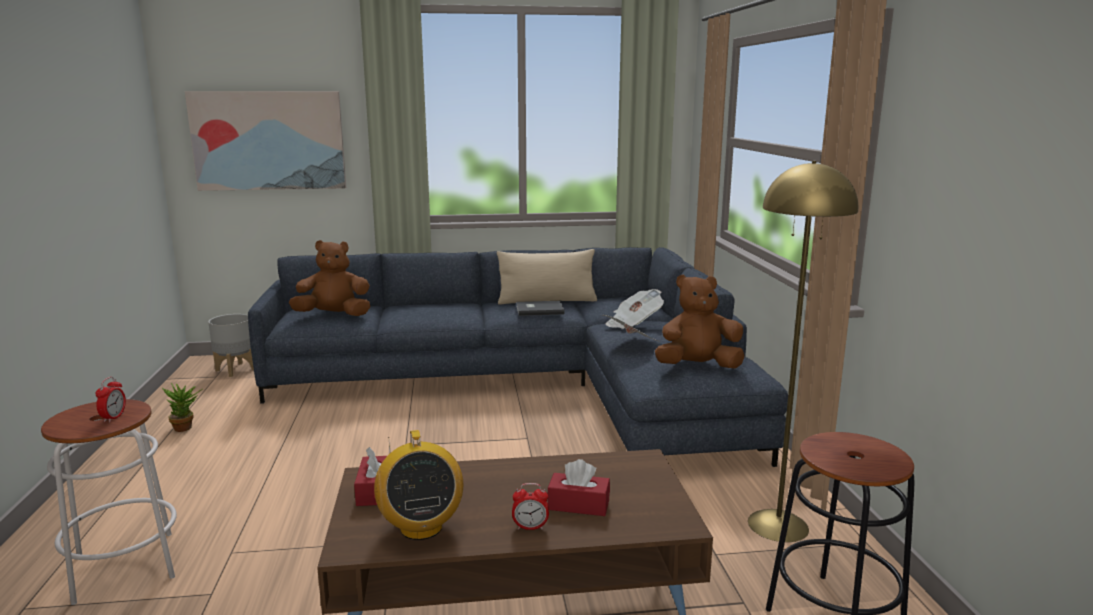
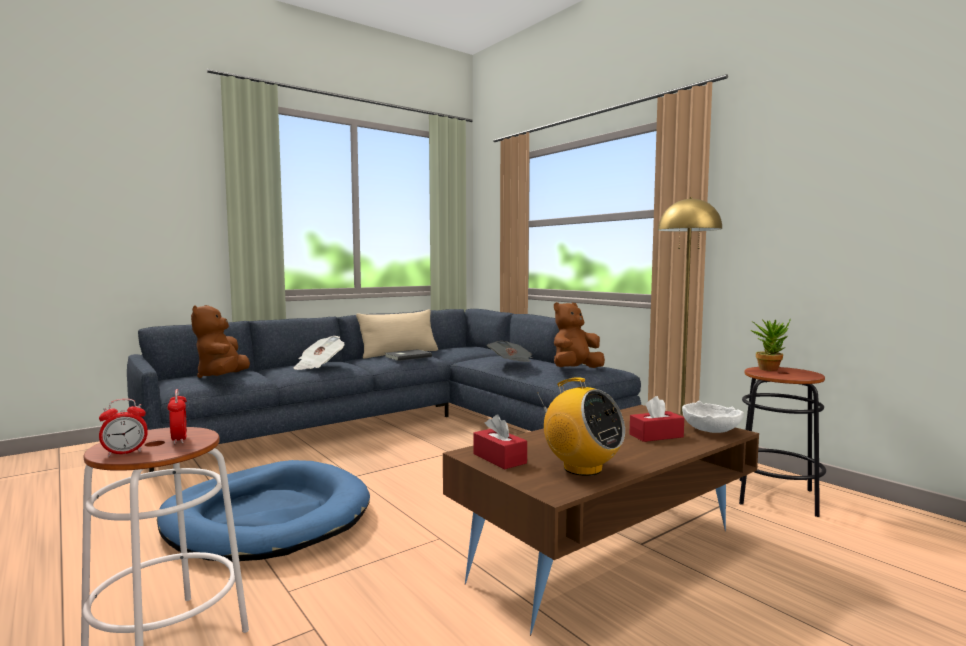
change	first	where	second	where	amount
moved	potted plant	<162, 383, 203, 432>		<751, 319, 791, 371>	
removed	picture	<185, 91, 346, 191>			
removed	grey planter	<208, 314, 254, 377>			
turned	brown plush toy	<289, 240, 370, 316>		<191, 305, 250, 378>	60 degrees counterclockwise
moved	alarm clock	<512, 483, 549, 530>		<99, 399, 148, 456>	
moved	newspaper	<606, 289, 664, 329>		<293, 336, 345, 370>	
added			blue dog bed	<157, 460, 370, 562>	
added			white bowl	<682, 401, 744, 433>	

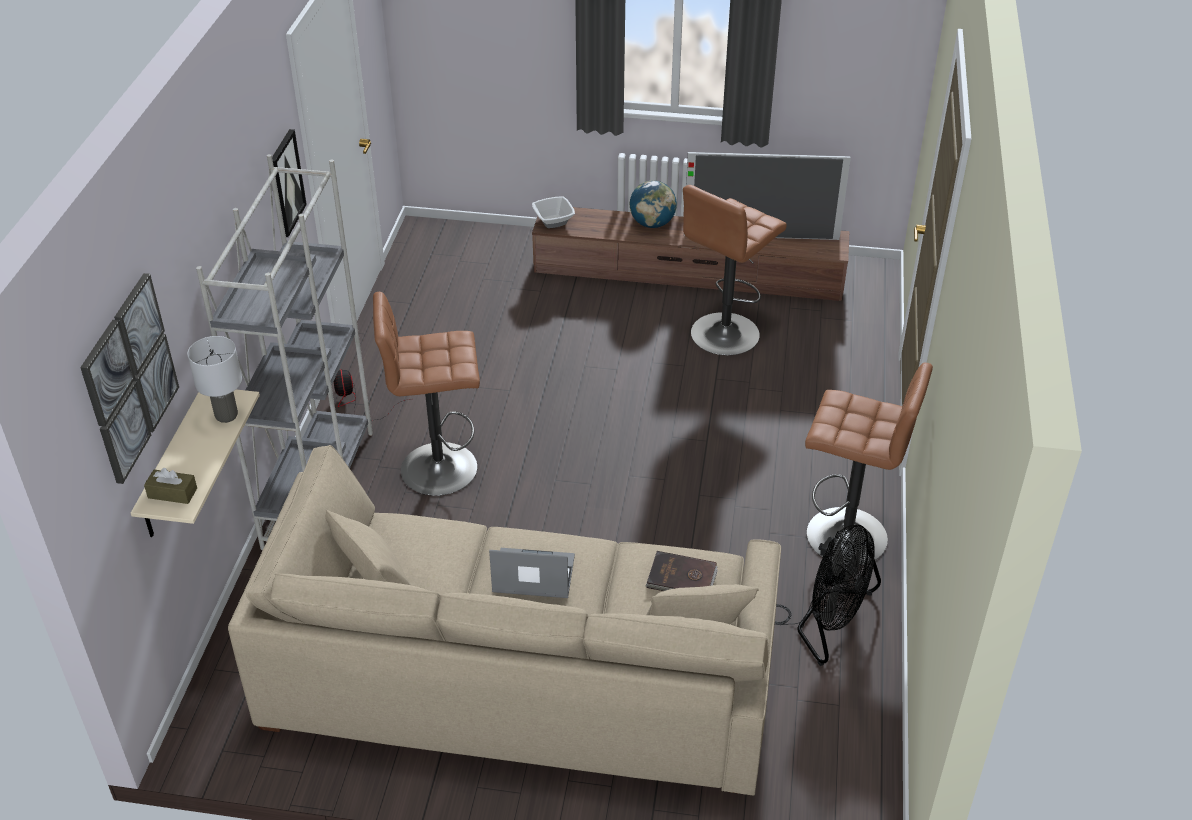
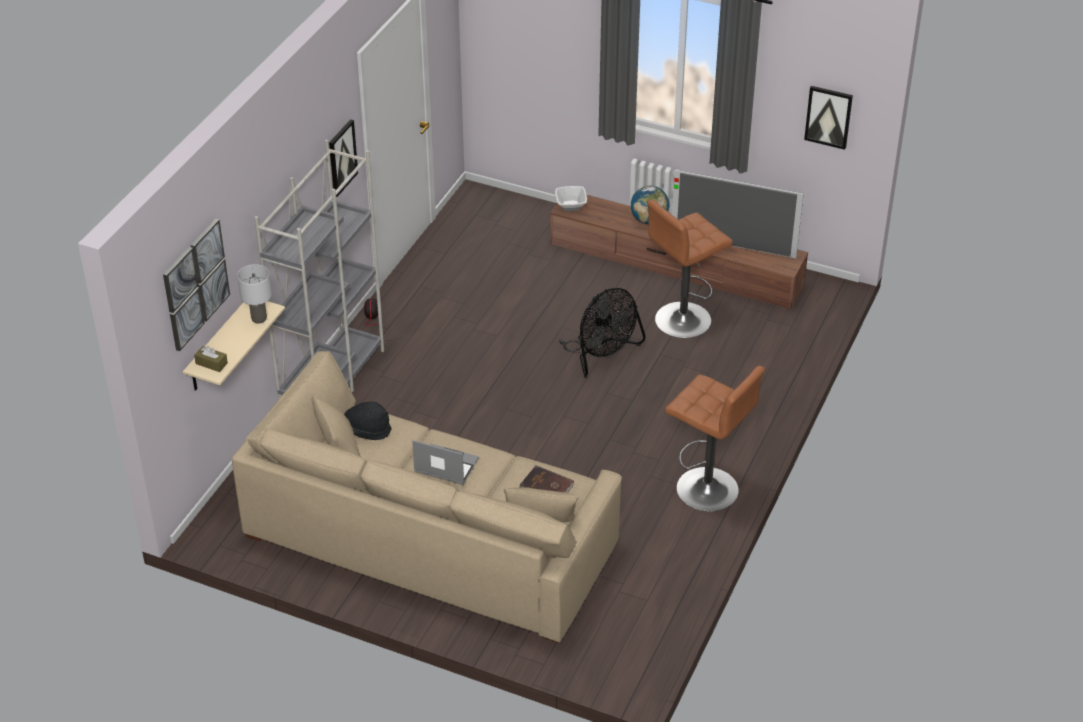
change	first	where	second	where	amount
removed	brown stool	<373, 292, 480, 496>			
moved	black fan	<775, 525, 881, 666>		<559, 288, 646, 378>	
added			black hat	<344, 401, 392, 440>	
added			picture	<804, 86, 853, 150>	

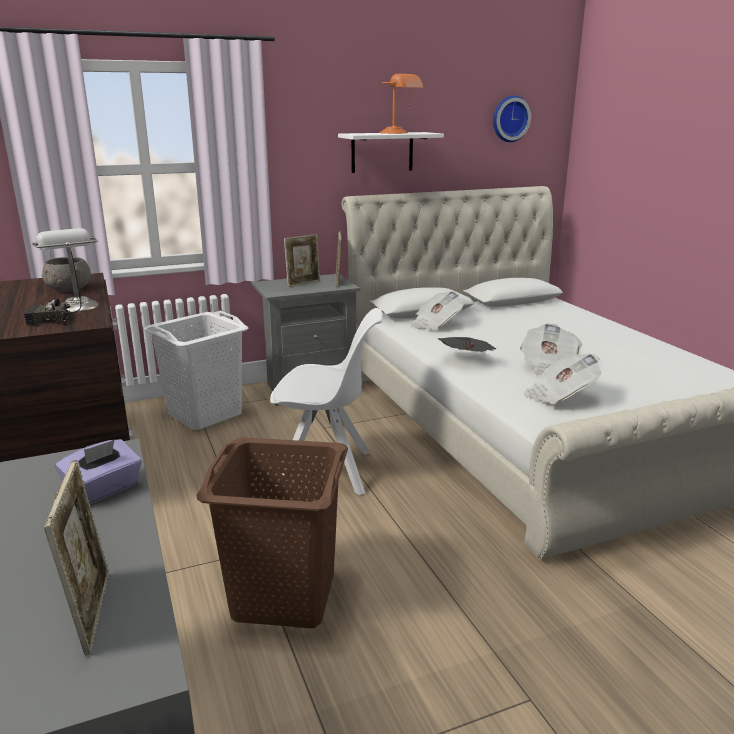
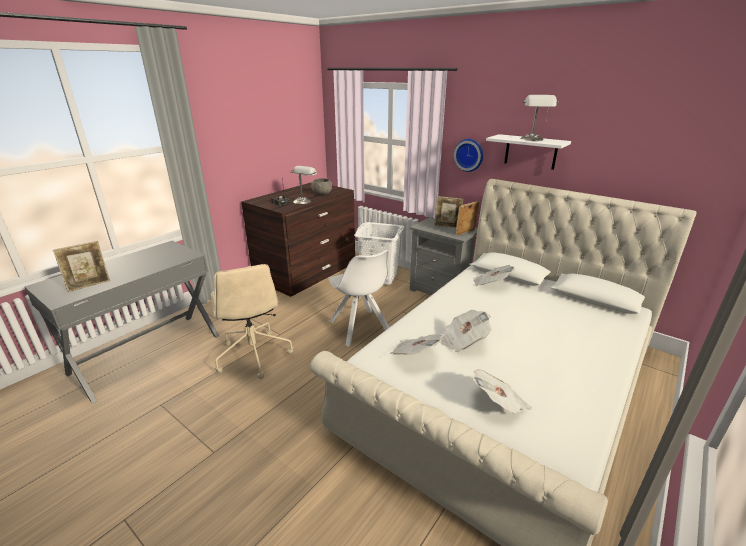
change	first	where	second	where	amount
removed	purple tissue box	<55, 439, 142, 504>			
replaced	brown laundry basket	<196, 437, 348, 628>	beige office chair	<211, 264, 293, 379>	
recoloured	orange table lamp	<380, 74, 423, 134>	white table lamp	<521, 95, 559, 141>	
moved	newspaper	<437, 337, 496, 352>		<472, 369, 532, 414>	
moved	wall clock	<493, 96, 531, 142>		<454, 139, 483, 172>	

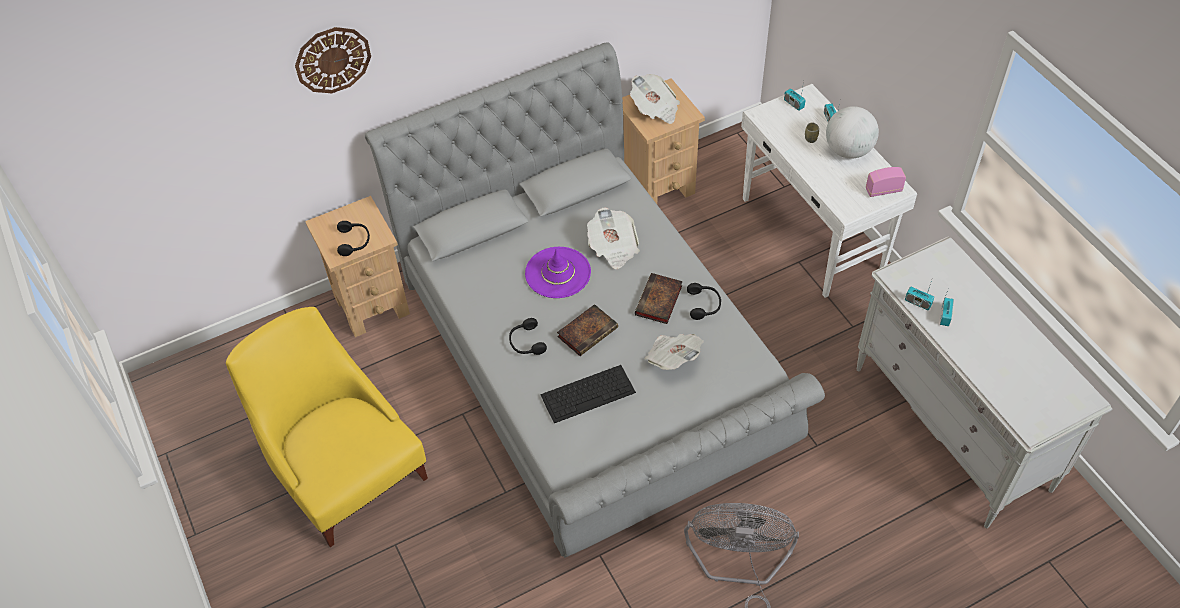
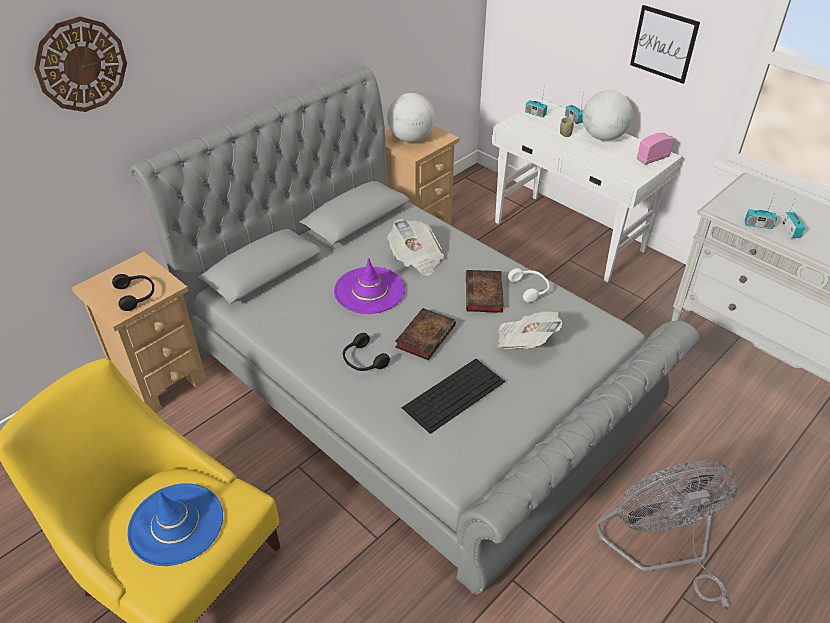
change	first	where	second	where	amount
replaced	newspaper	<630, 74, 680, 124>	globe	<387, 93, 435, 142>	
recoloured	black headphones	<687, 283, 721, 320>	white headphones	<508, 268, 550, 303>	
added			blue hat	<128, 483, 223, 566>	
added			picture	<630, 5, 700, 84>	

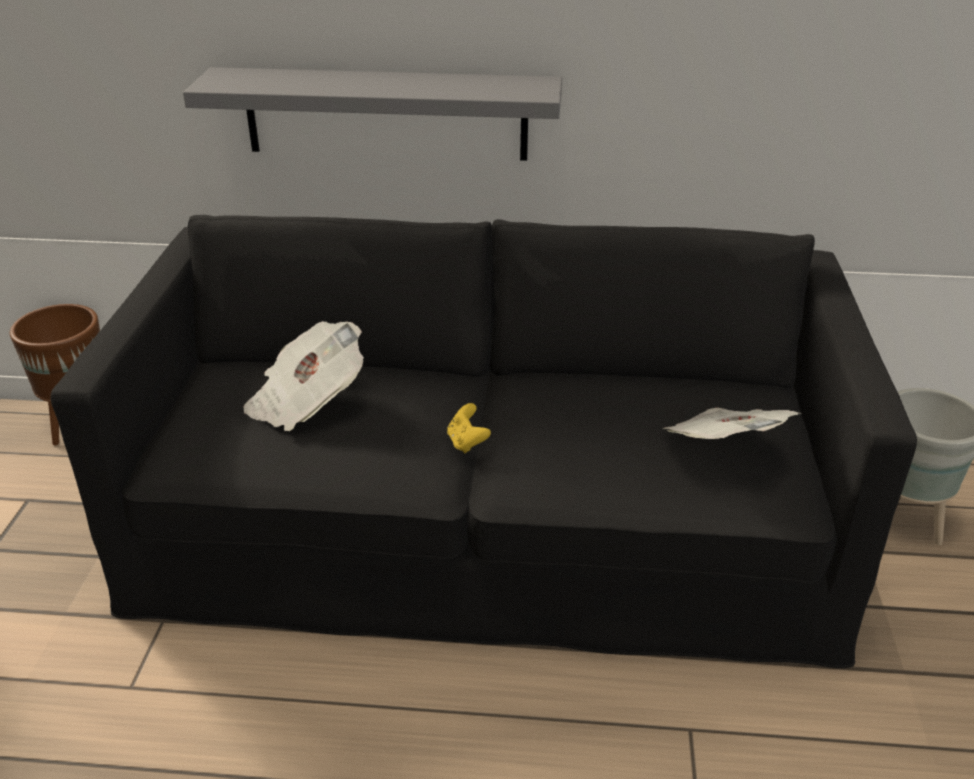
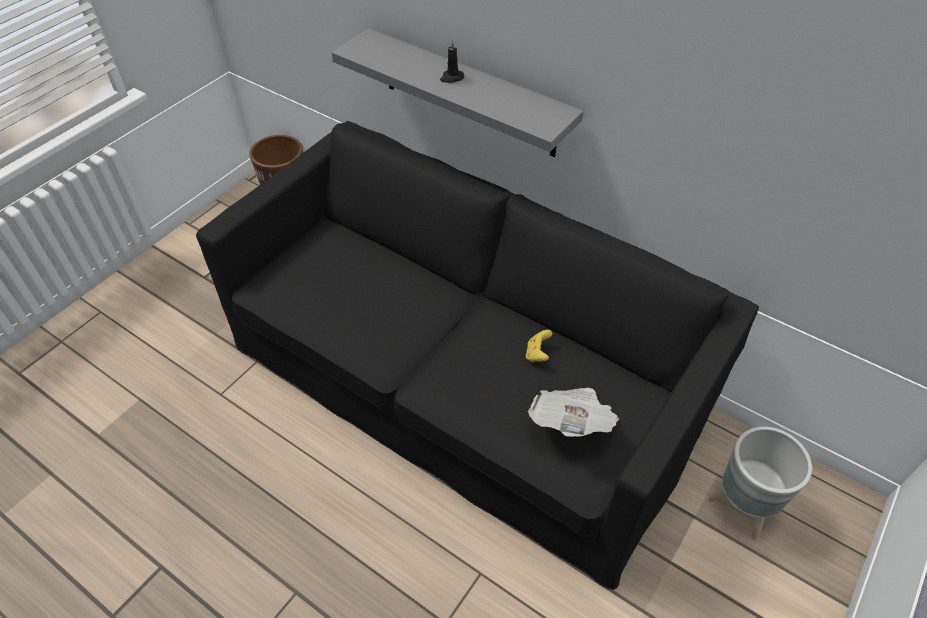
change	first	where	second	where	amount
removed	newspaper	<244, 321, 364, 431>			
moved	yellow game controller	<447, 403, 491, 453>		<526, 330, 553, 362>	
added			black candle	<440, 41, 464, 83>	

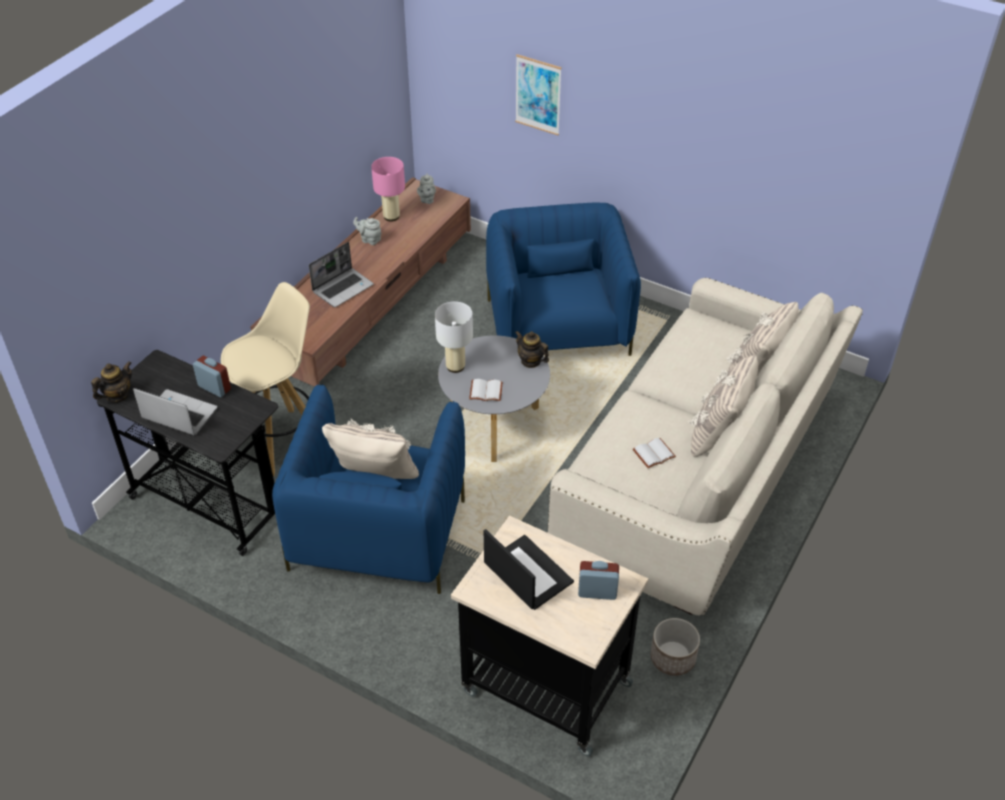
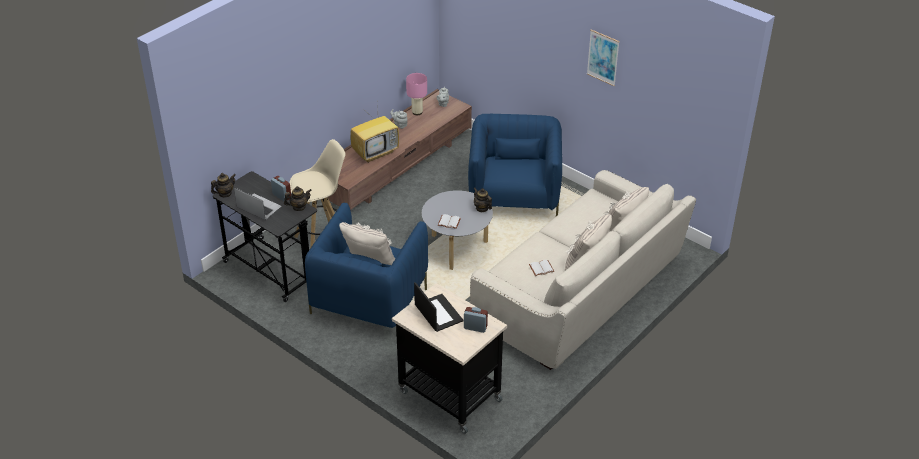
change	first	where	second	where	amount
replaced	laptop	<309, 242, 374, 307>	television	<350, 102, 399, 163>	
removed	white table lamp	<435, 301, 473, 373>			
moved	picture	<515, 54, 562, 135>		<587, 29, 620, 86>	
removed	planter	<651, 618, 700, 676>			
added			teapot	<284, 186, 312, 211>	

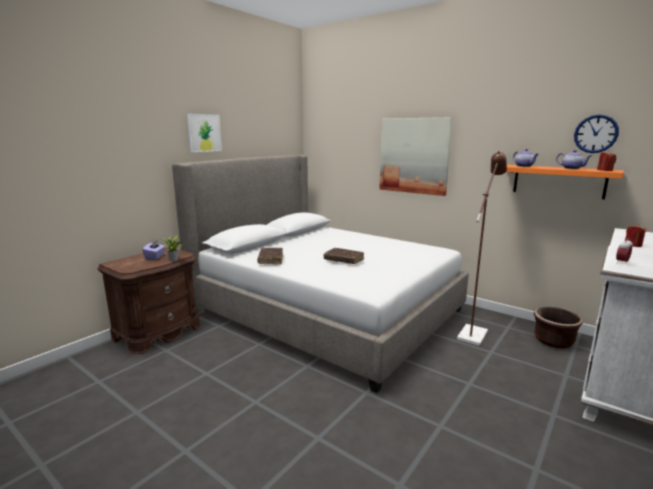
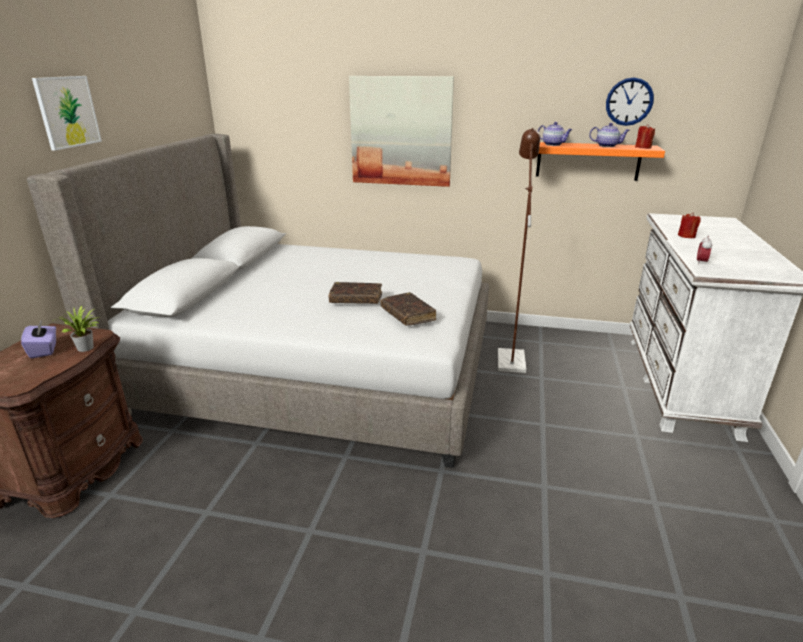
change	first	where	second	where	amount
moved	brown book	<257, 248, 283, 264>		<380, 292, 436, 326>	
removed	brown planter	<534, 307, 582, 348>			

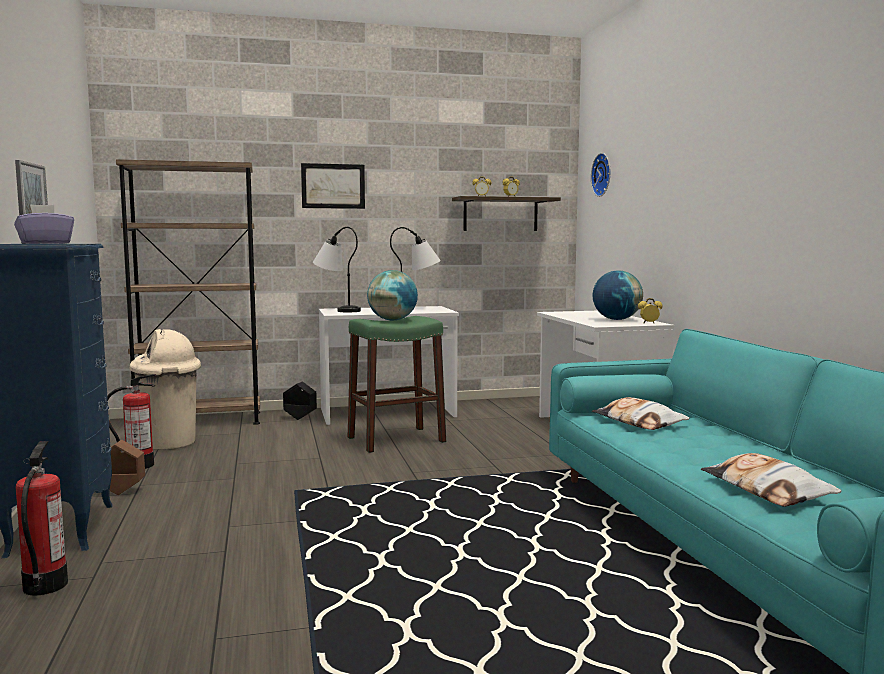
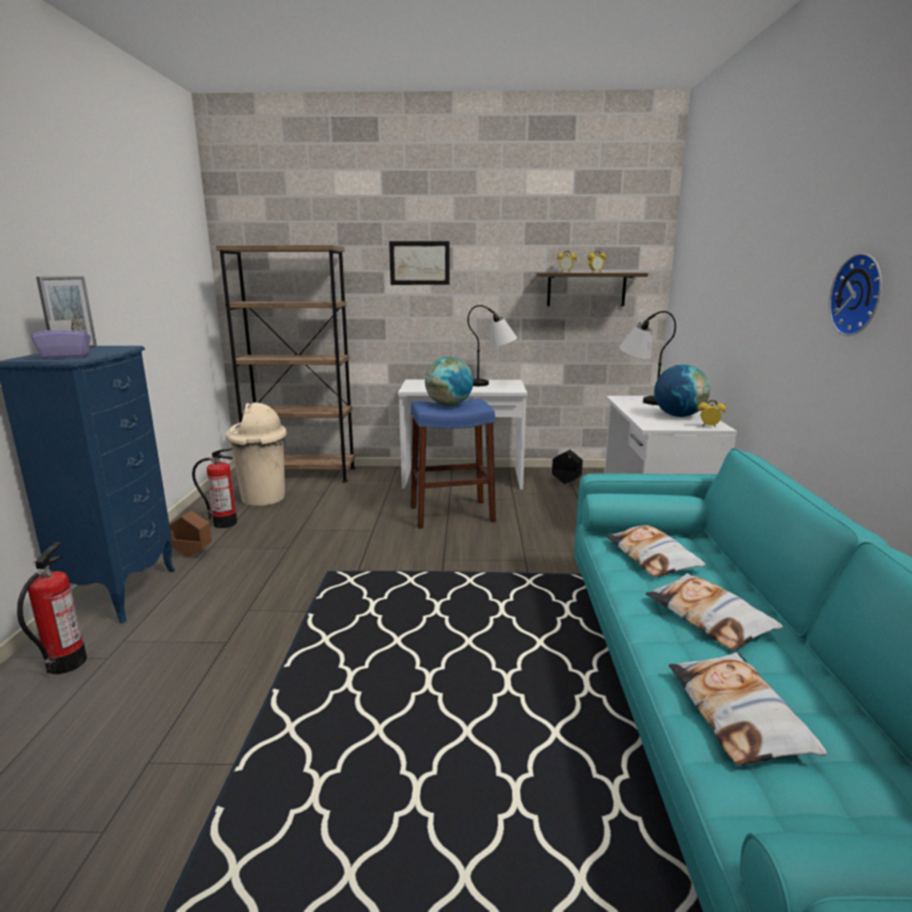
change	first	where	second	where	amount
moved	black planter	<283, 381, 317, 420>		<552, 450, 583, 484>	
moved	table lamp	<313, 227, 361, 312>		<619, 311, 676, 405>	
recoloured	green stool	<348, 316, 446, 453>	blue stool	<411, 399, 496, 529>	
moved	wall clock	<591, 153, 610, 197>		<829, 253, 882, 336>	
added			pillow	<645, 573, 783, 650>	

